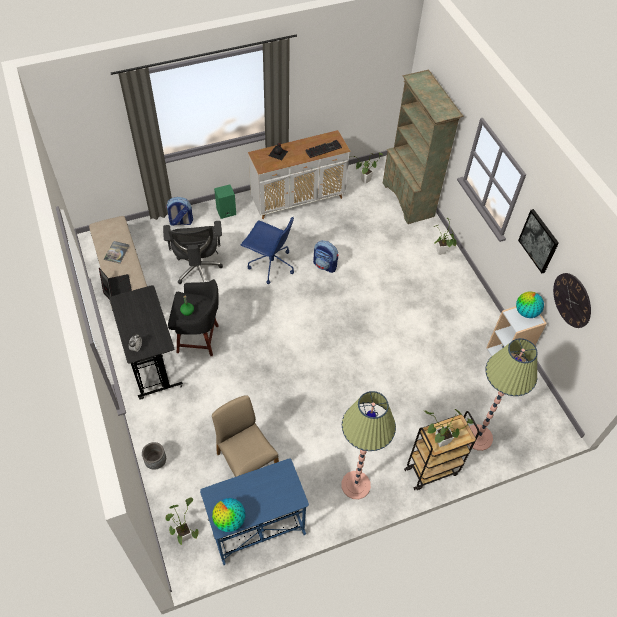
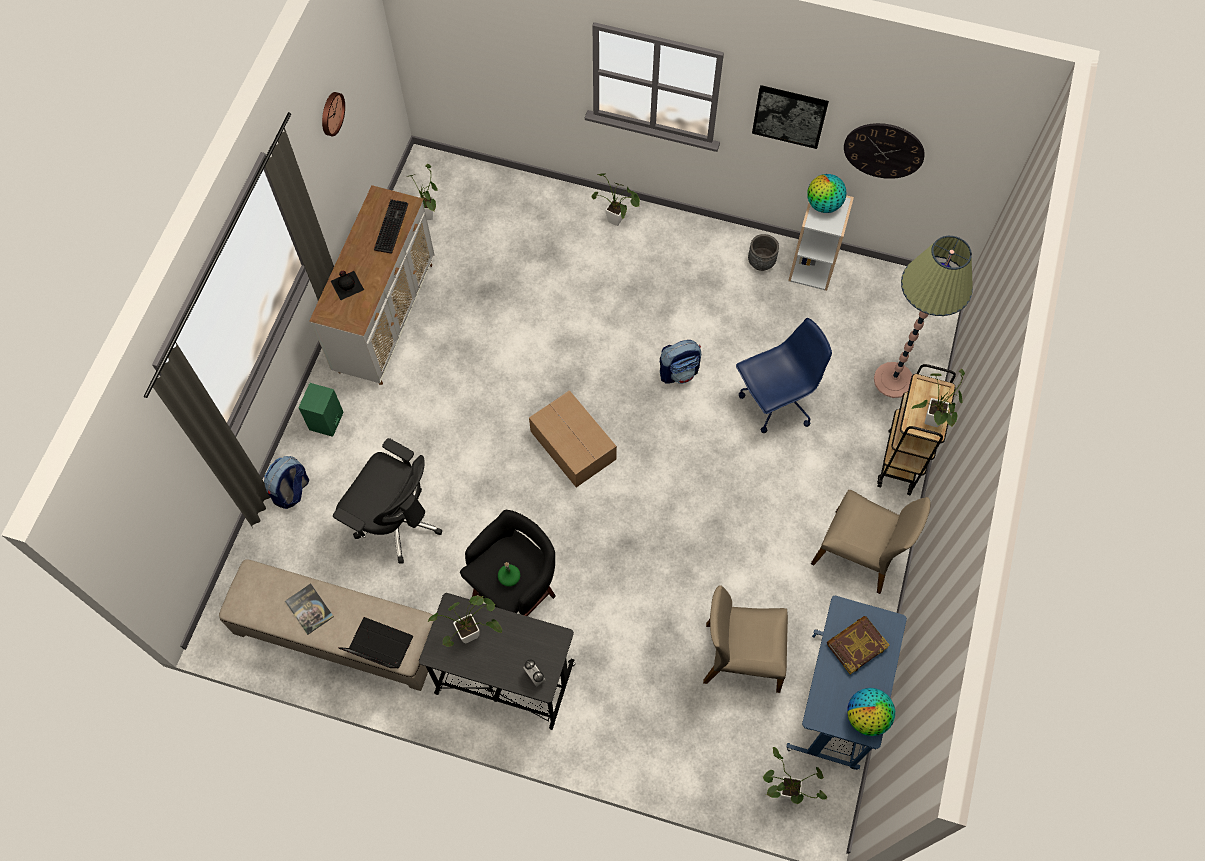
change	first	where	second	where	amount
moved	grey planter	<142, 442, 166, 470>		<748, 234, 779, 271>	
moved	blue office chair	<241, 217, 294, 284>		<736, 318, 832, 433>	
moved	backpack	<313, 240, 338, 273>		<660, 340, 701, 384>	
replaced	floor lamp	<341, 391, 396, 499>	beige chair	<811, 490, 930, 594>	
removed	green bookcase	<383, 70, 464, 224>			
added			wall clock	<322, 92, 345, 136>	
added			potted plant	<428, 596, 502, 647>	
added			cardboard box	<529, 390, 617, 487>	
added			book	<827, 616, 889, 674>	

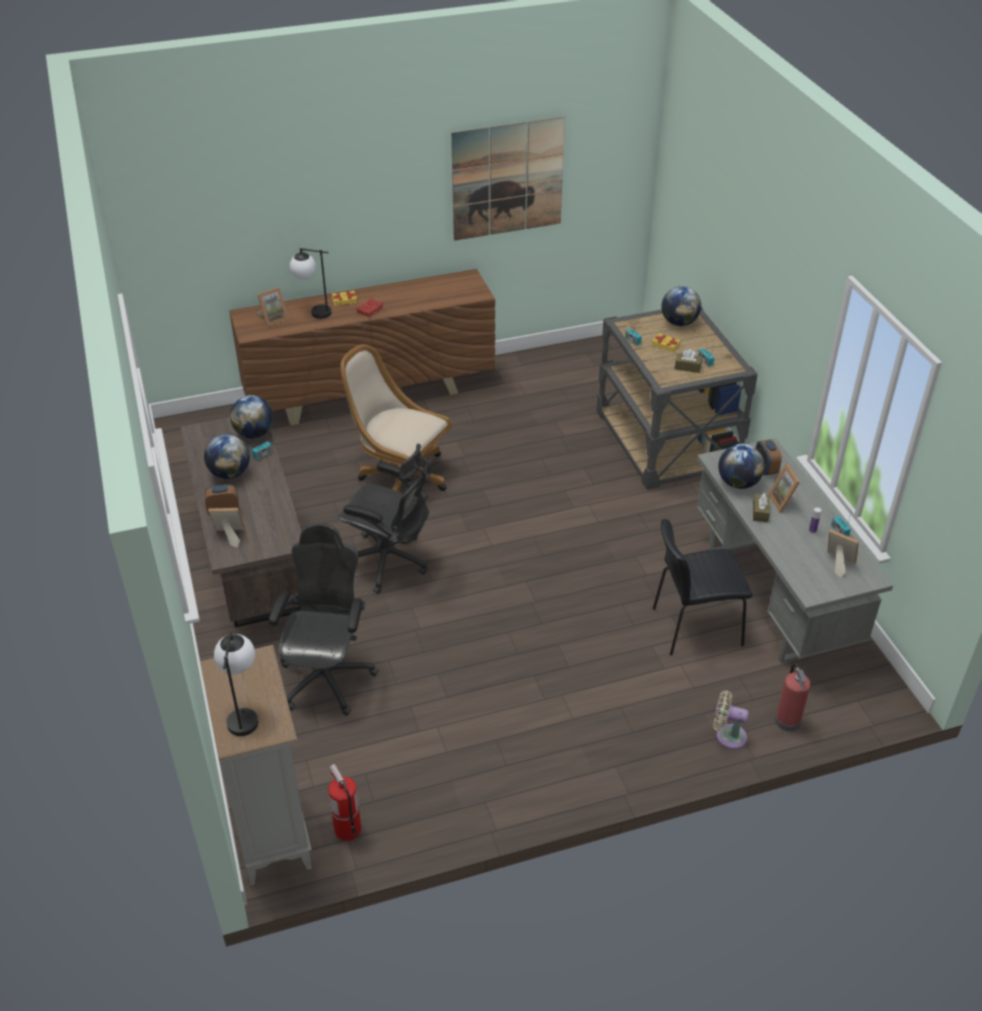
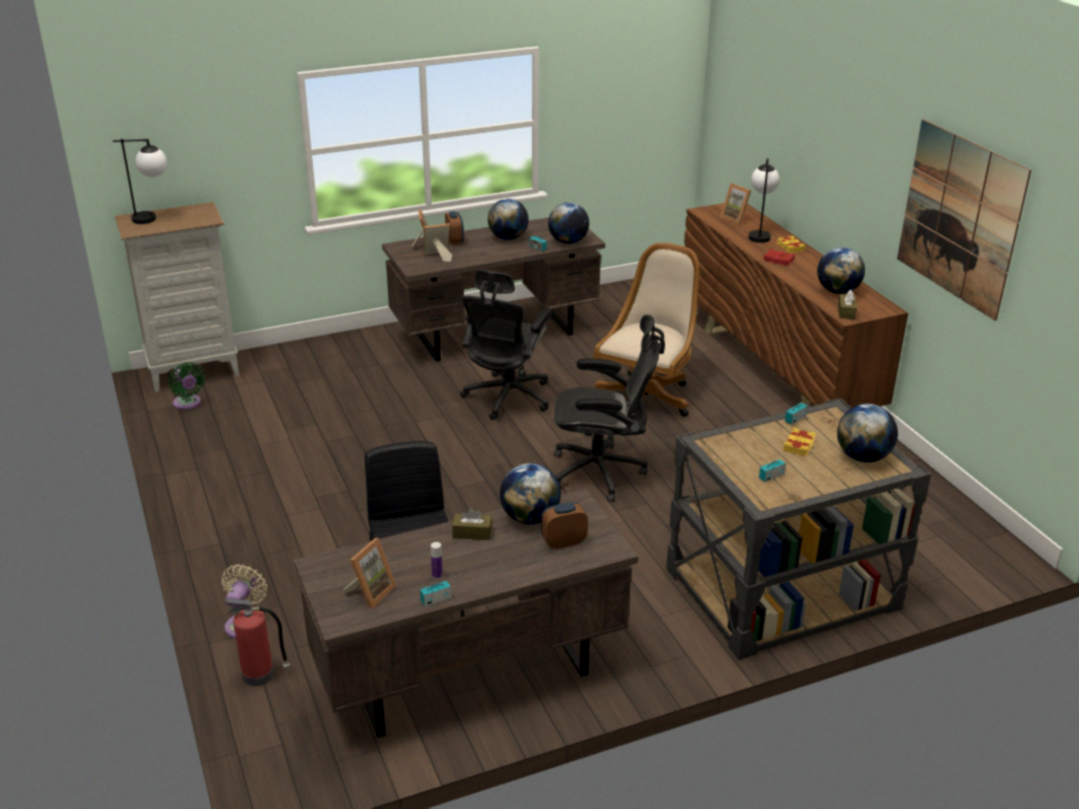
change	first	where	second	where	amount
moved	office chair	<269, 523, 379, 716>		<554, 315, 665, 502>	
replaced	fire extinguisher	<328, 764, 361, 841>	green fan	<168, 362, 205, 410>	
moved	brown tissue box	<675, 349, 702, 373>		<838, 290, 857, 319>	
recoloured	grey desk	<697, 438, 893, 663>	brown desk	<294, 489, 638, 738>	
moved	picture frame	<768, 464, 800, 513>		<423, 223, 452, 262>	
added			globe	<817, 247, 865, 294>	

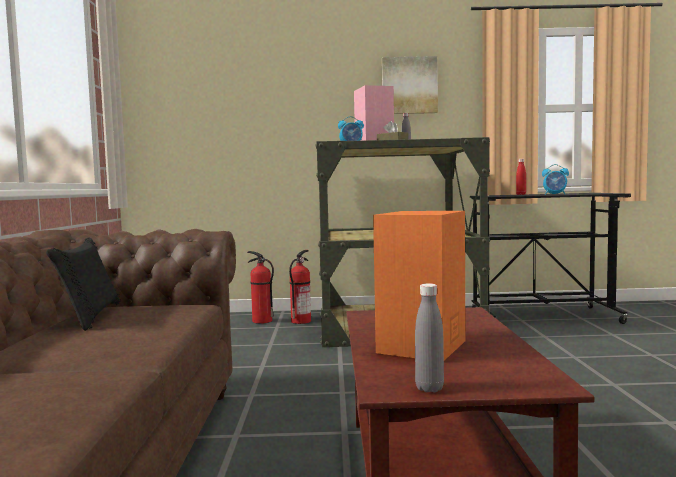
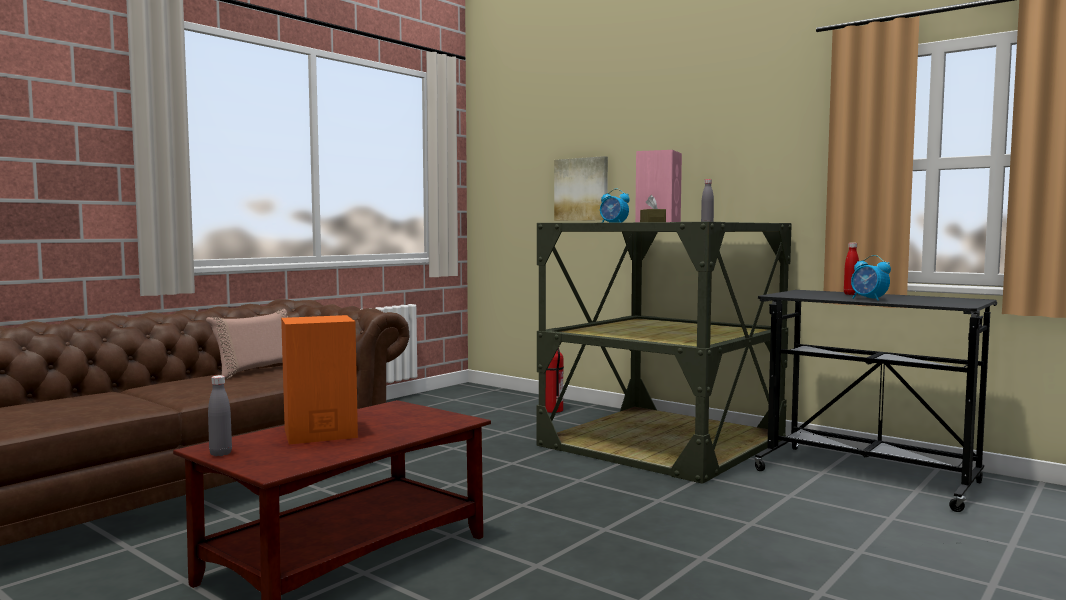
change	first	where	second	where	amount
recoloured	black pillow	<46, 237, 120, 331>	beige pillow	<206, 309, 288, 379>	
removed	fire extinguisher	<289, 250, 311, 324>			
moved	picture	<382, 56, 438, 114>		<554, 156, 608, 221>	

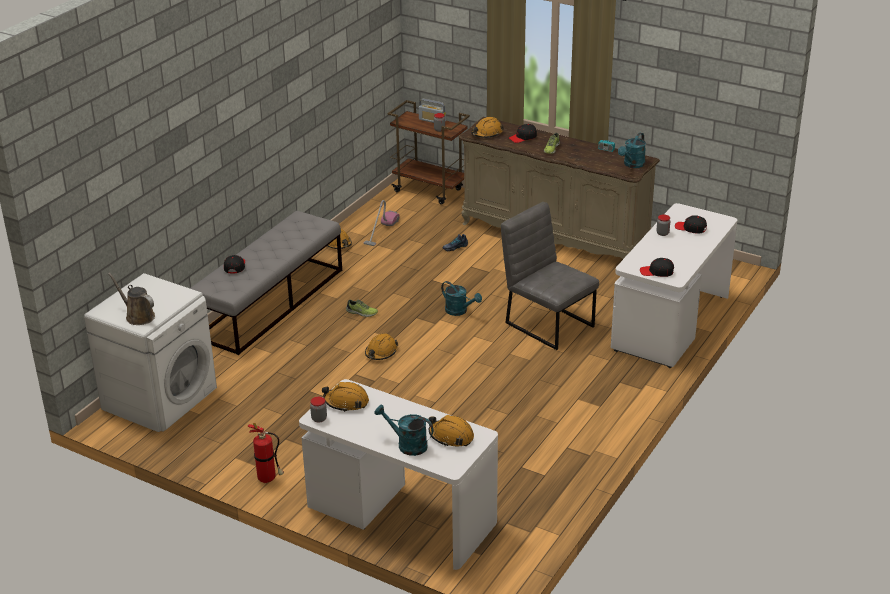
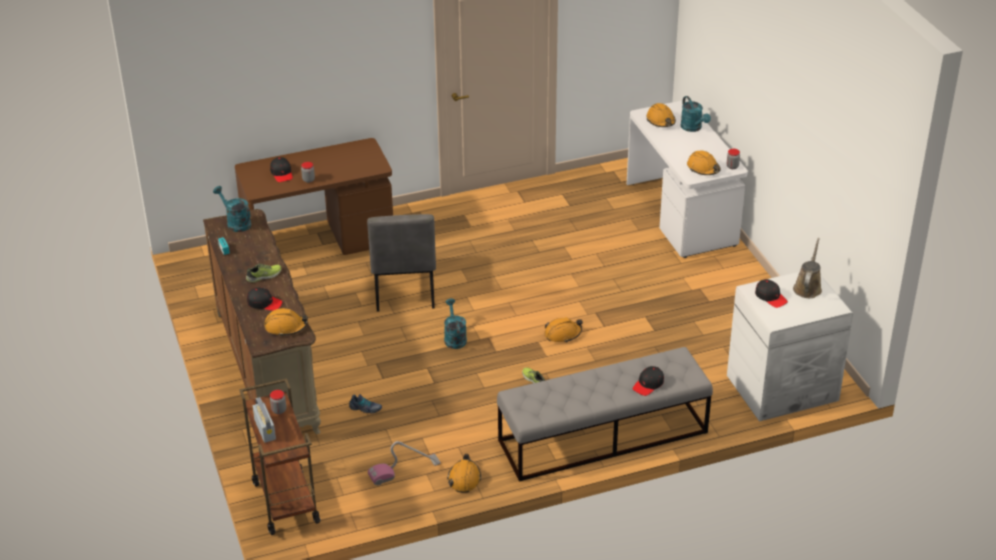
change	first	where	second	where	amount
turned	brown watering can	<108, 273, 155, 325>		<793, 238, 822, 298>	150 degrees counterclockwise
removed	fire extinguisher	<248, 423, 284, 483>			
recoloured	white desk	<611, 203, 737, 368>	brown desk	<235, 138, 393, 255>	
turned	turquoise watering can	<618, 133, 646, 168>		<213, 186, 251, 232>	120 degrees counterclockwise
moved	black cap	<640, 258, 674, 277>		<755, 279, 788, 308>	

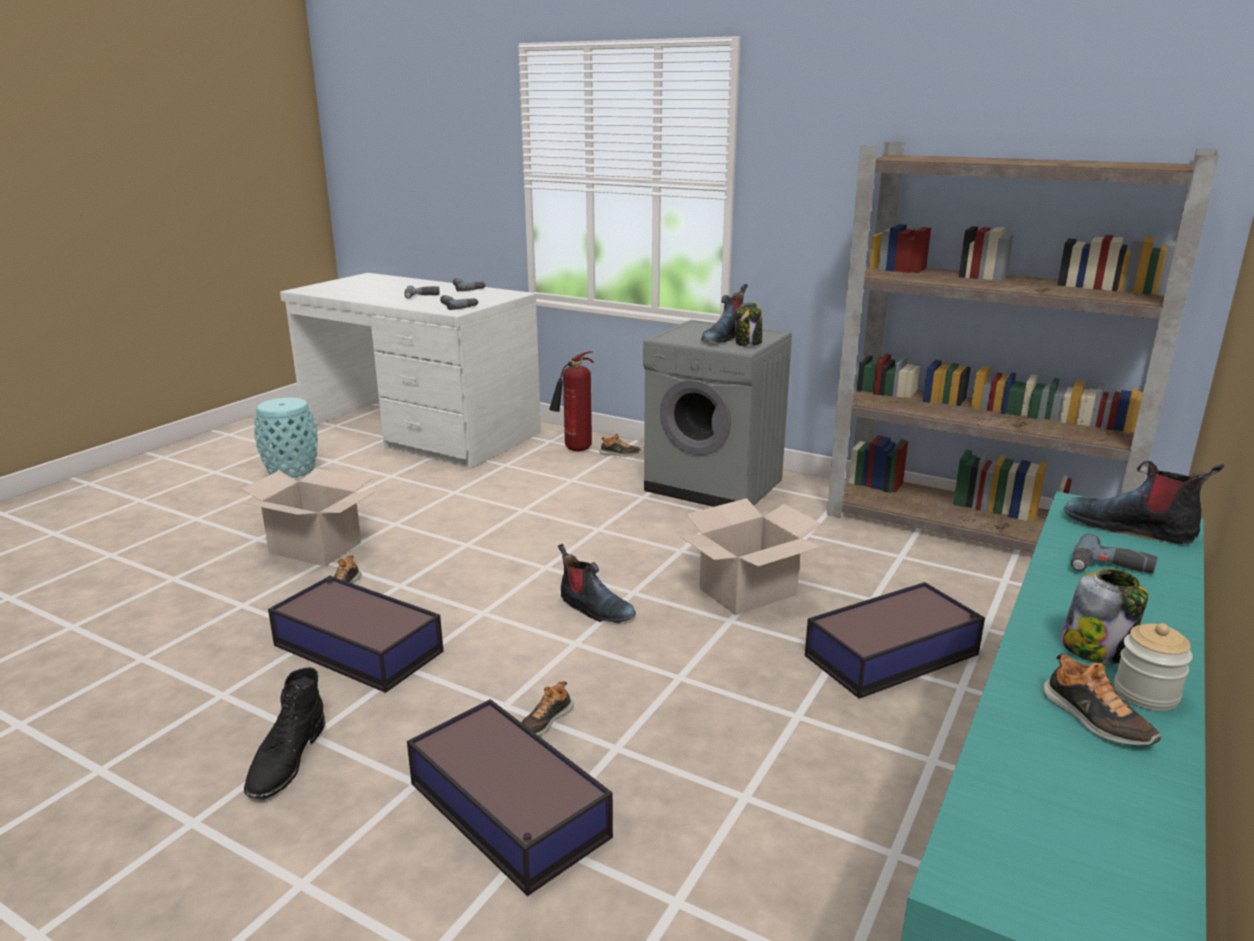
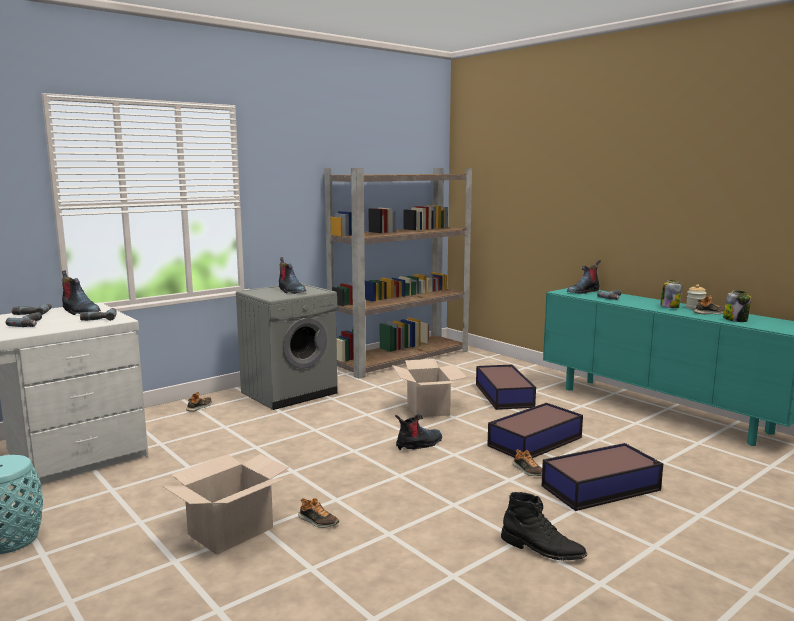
change	first	where	second	where	amount
moved	storage box	<268, 576, 443, 693>		<487, 403, 583, 458>	
removed	fire extinguisher	<549, 351, 593, 451>			
moved	jar	<735, 303, 762, 347>		<723, 290, 751, 322>	
added			boot	<62, 271, 101, 315>	

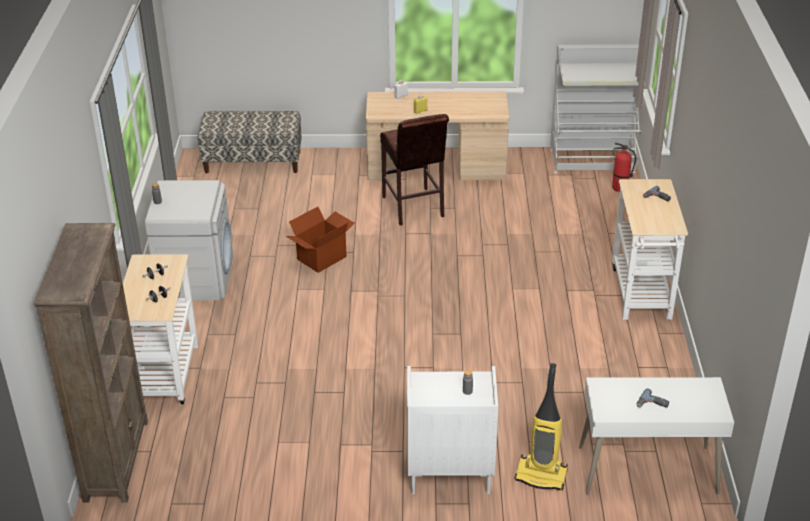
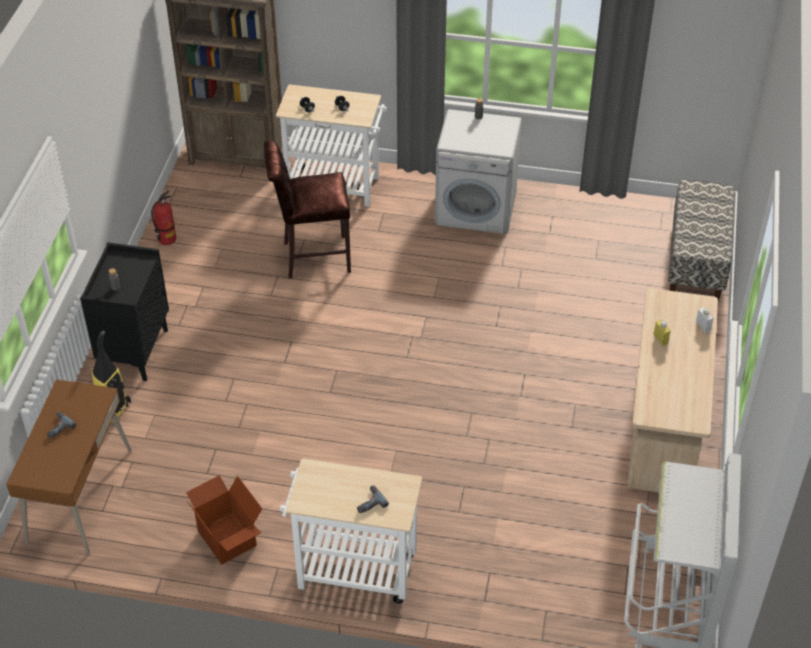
change	first	where	second	where	amount
moved	cardboard box	<286, 207, 355, 273>		<186, 475, 262, 565>	
moved	brown stool	<380, 114, 449, 226>		<264, 140, 351, 278>	
recoloured	white cabinet	<407, 366, 498, 494>	black cabinet	<80, 242, 169, 381>	
recoloured	white desk	<579, 377, 734, 495>	brown desk	<6, 379, 132, 554>	
moved	fire extinguisher	<612, 143, 636, 192>		<151, 191, 176, 245>	

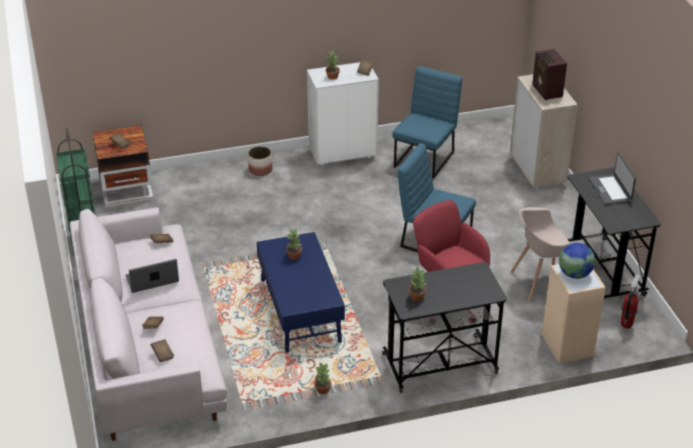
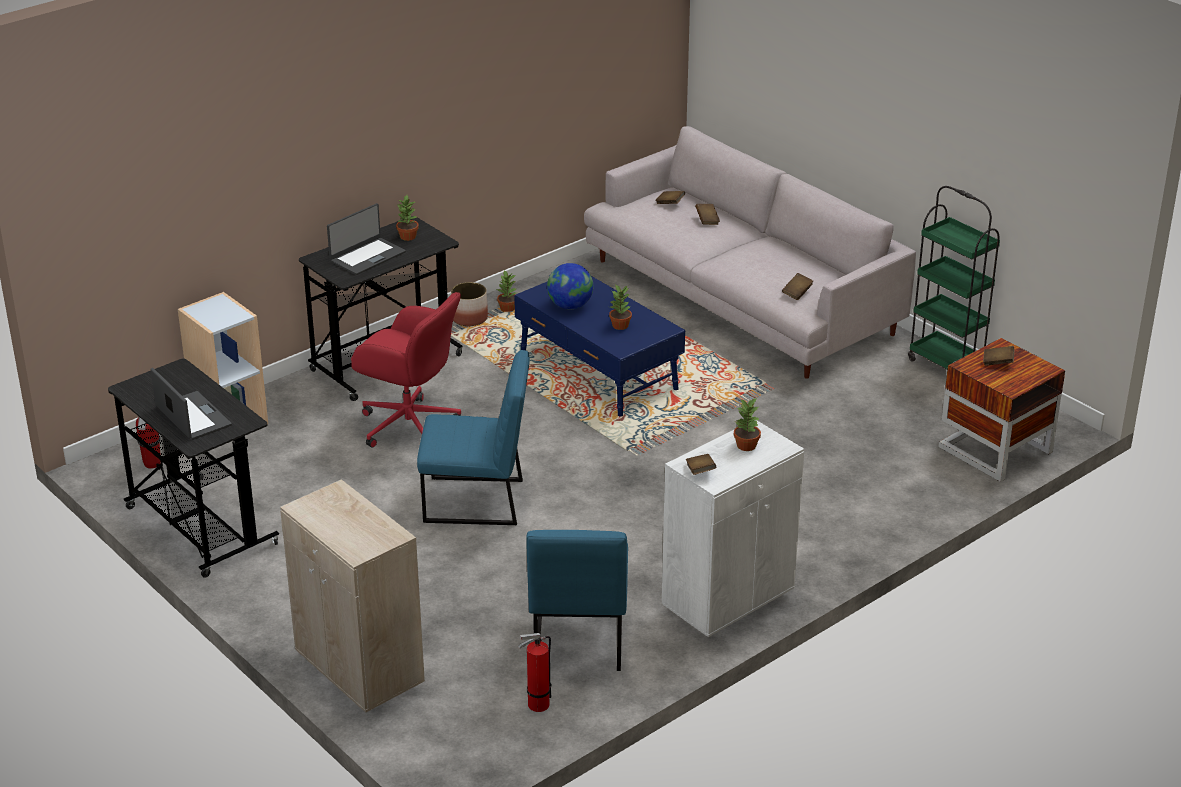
change	first	where	second	where	amount
moved	laptop	<125, 259, 179, 293>		<327, 203, 406, 275>	
moved	planter	<248, 146, 272, 176>		<451, 282, 488, 326>	
removed	beige chair	<511, 207, 571, 302>			
removed	radio	<532, 49, 567, 100>			
moved	globe	<559, 243, 595, 279>		<547, 263, 593, 309>	
added			fire extinguisher	<518, 633, 551, 712>	

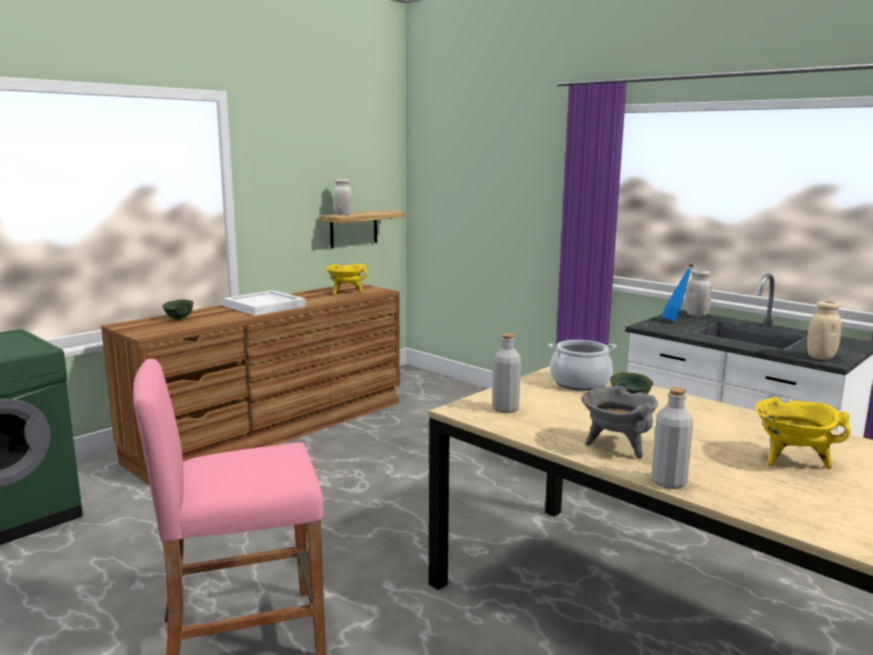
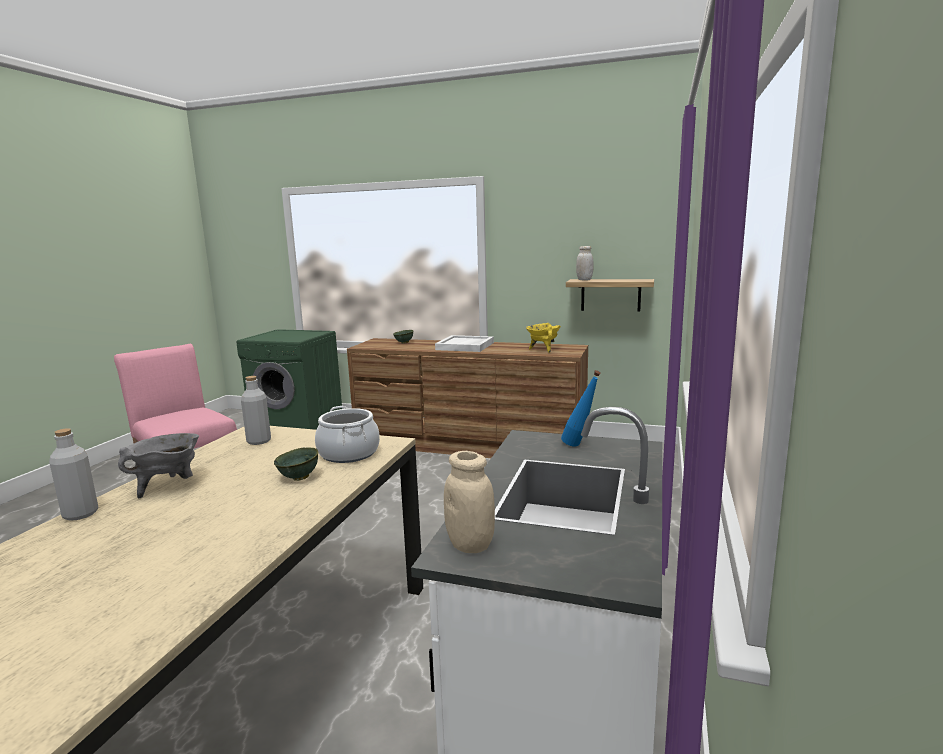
change	first	where	second	where	amount
removed	white jar	<685, 269, 712, 317>			
removed	yellow cooking pot	<755, 397, 851, 469>			

